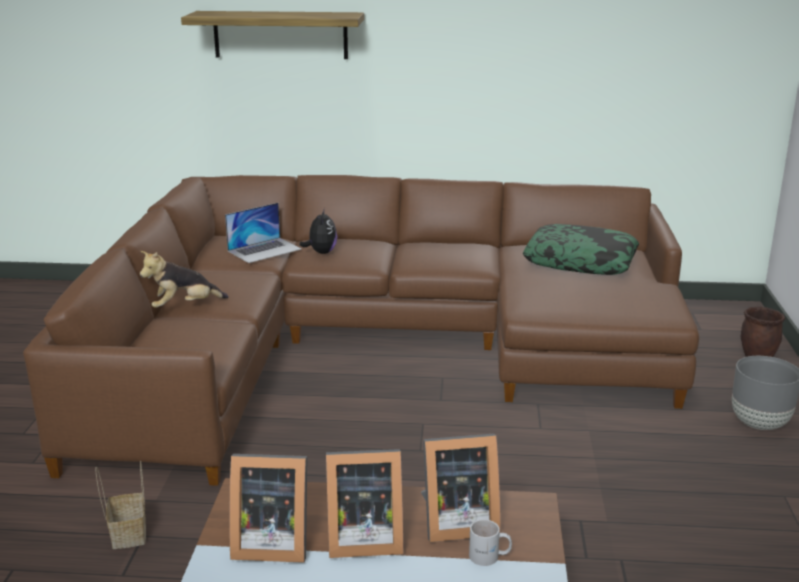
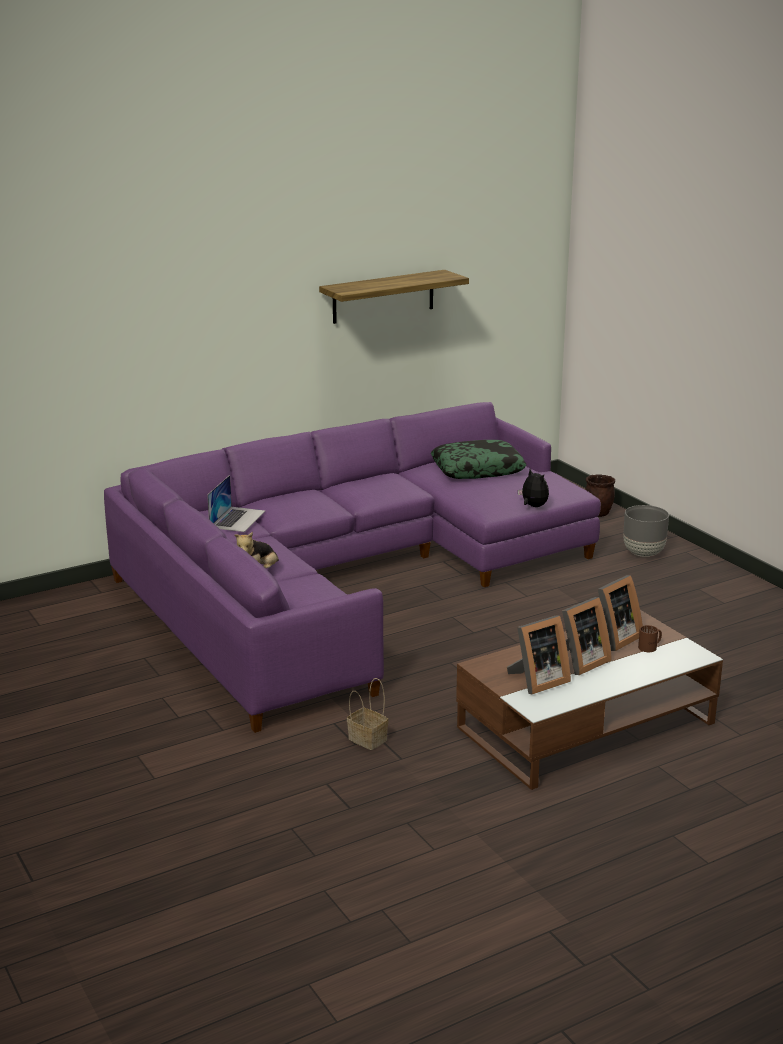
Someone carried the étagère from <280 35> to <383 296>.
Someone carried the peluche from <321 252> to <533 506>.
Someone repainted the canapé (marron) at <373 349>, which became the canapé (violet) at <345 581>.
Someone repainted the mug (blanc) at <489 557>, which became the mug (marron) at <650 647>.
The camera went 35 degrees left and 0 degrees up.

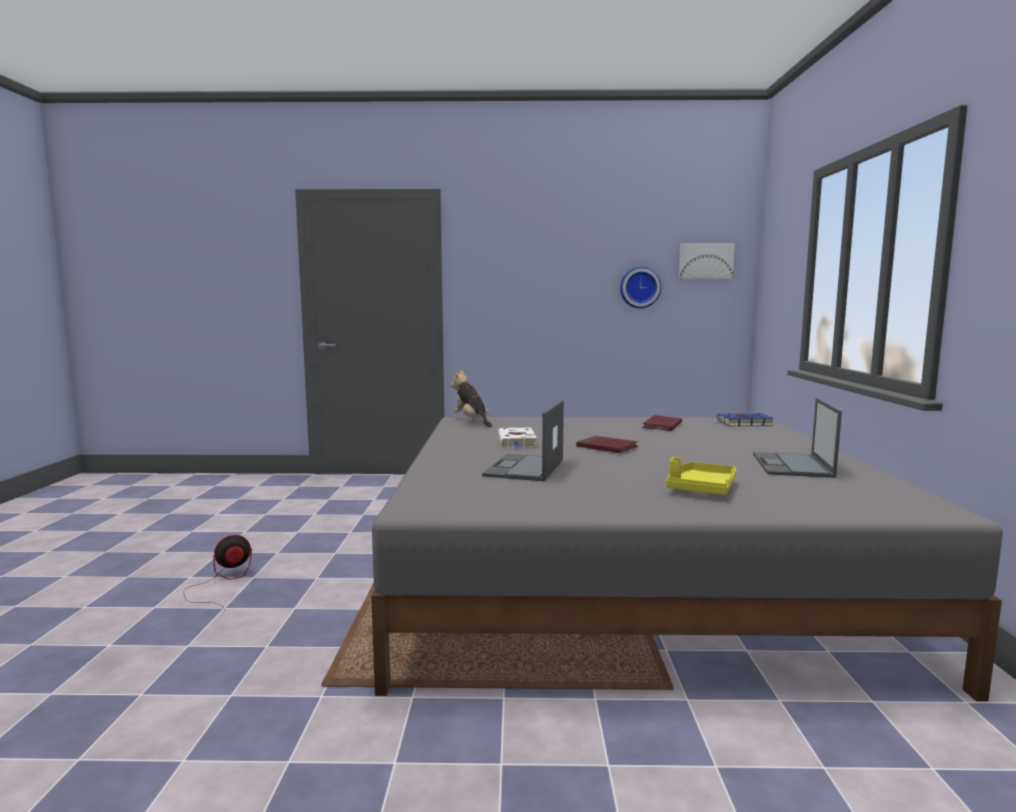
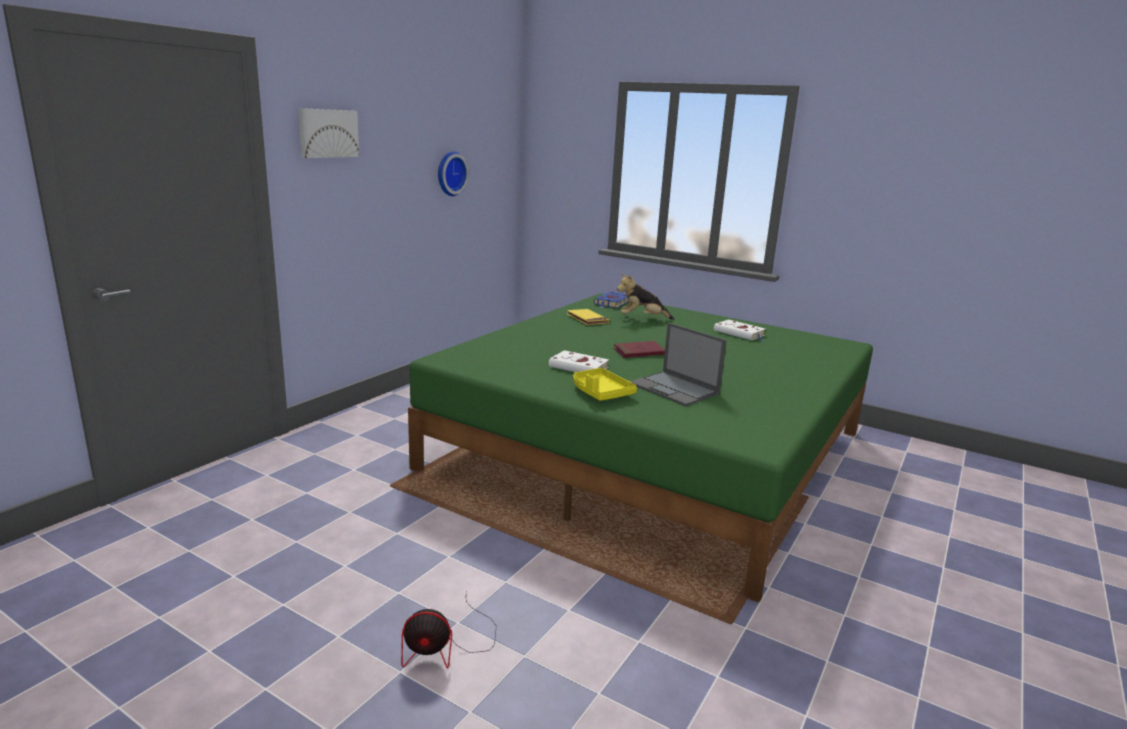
Someone carried the peluche from <471 421> to <642 318>.
Someone carried the plateau (jaune) from <701 488> to <600 393>.
Someone carried the tableau from <705 261> to <327 133>.
Someone swapped the ordinateur portable at <792 465> for the livre (blanc) at <740 333>.
Someone repainted the lit (gris) at <628 576>, which became the lit (vert) at <652 450>.
Someone repainted the livre (rouge) at <662 426>, which became the livre (jaune) at <587 319>.
Someone rotated the ventilateur at <223 581> by 90 degrees counterclockwise.
The camera went 60 degrees left and 10 degrees up.

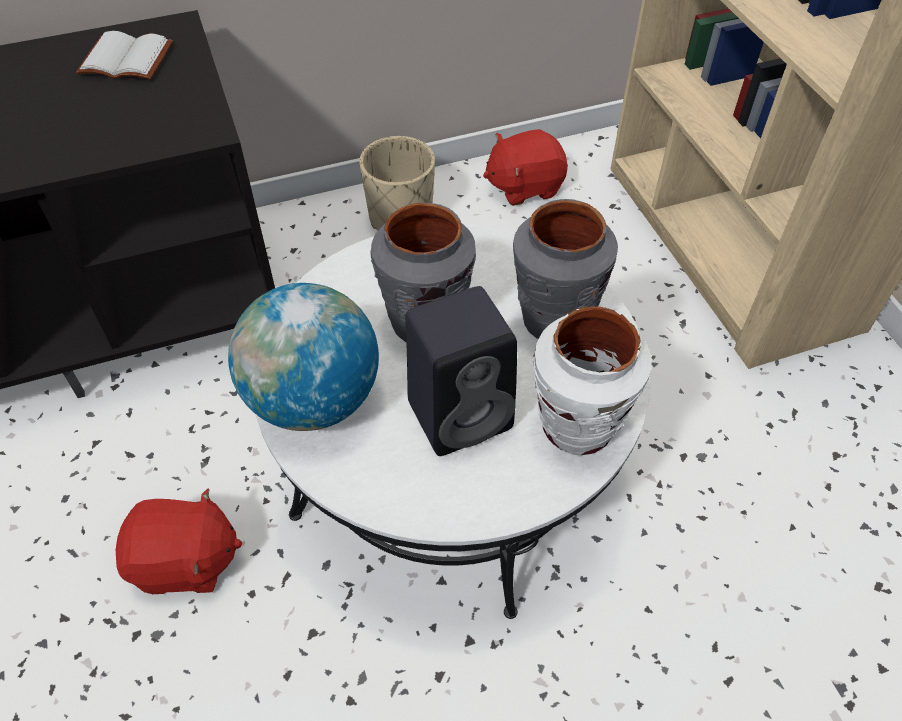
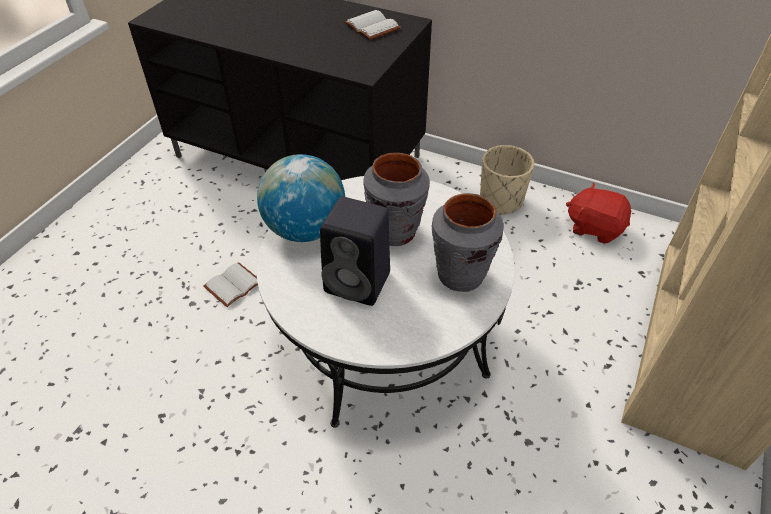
Someone took away the vase (blanc) at <577 427>.
Someone swapped the peluche (rouge) at <186 562> for the livre (blanc) at <233 284>.
The camera went 45 degrees right and 5 degrees down.

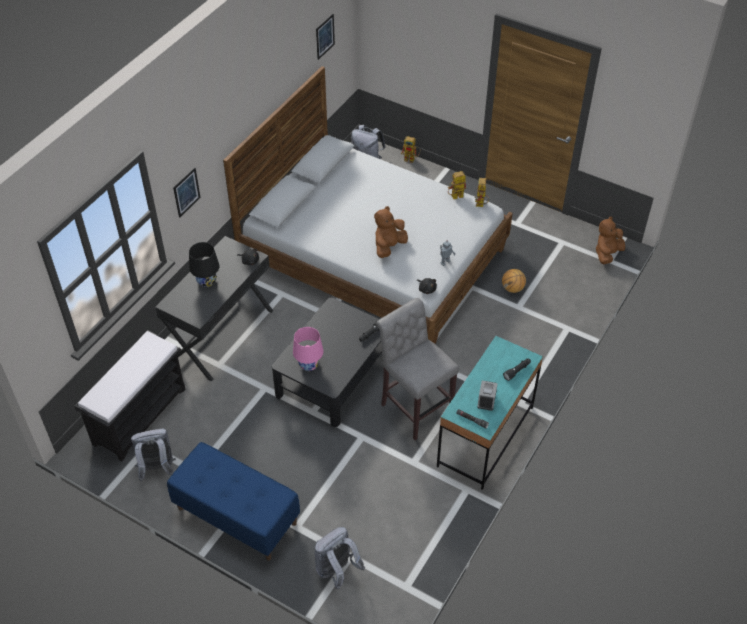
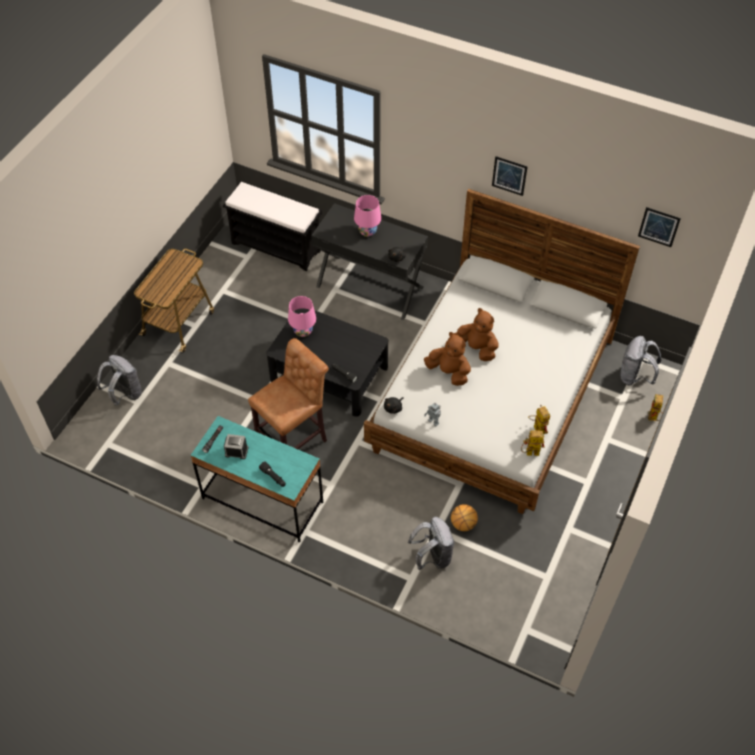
Someone carried the sac à dos (gris) from <157 469> to <432 556>.
Someone carried the tableau from <186 192> to <509 175>.
Someone carried the peluche (marron) from <607 254> to <476 348>.
Someone swapped the banc (bleu) at <236 516> for the chariot at <179 322>.
Someone repainted the lampe de table (noir) at <207 281>, which became the lampe de table (rose) at <367 231>.
Someone repainted the tabouret (gris) at <414 407>, which became the tabouret (marron) at <295 439>.
The camera went 85 degrees right and 5 degrees up.

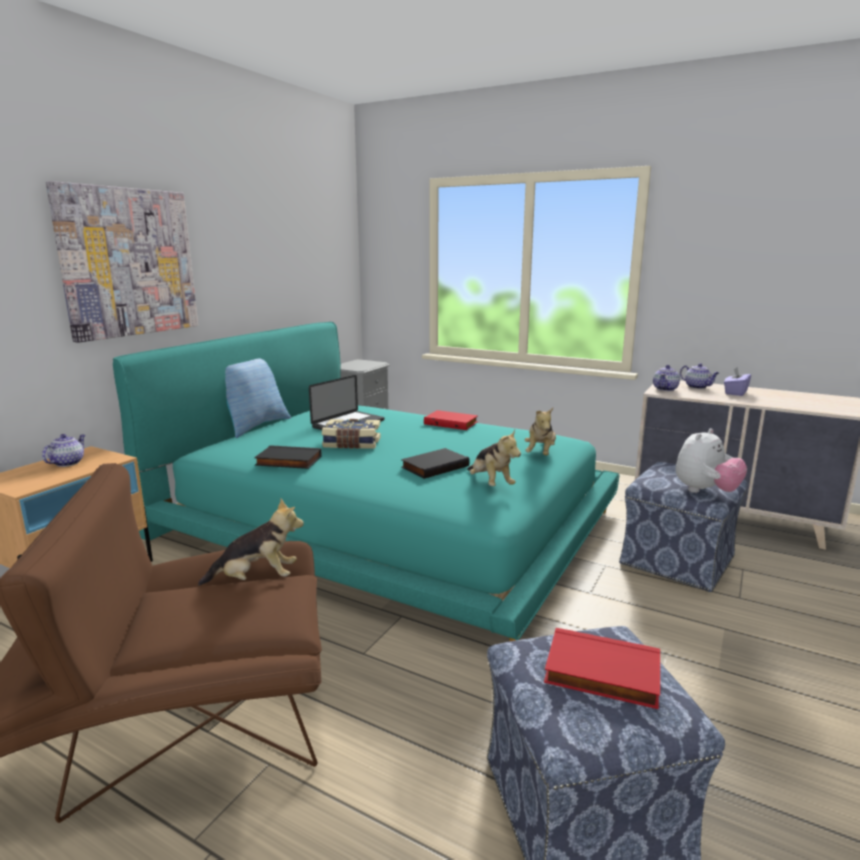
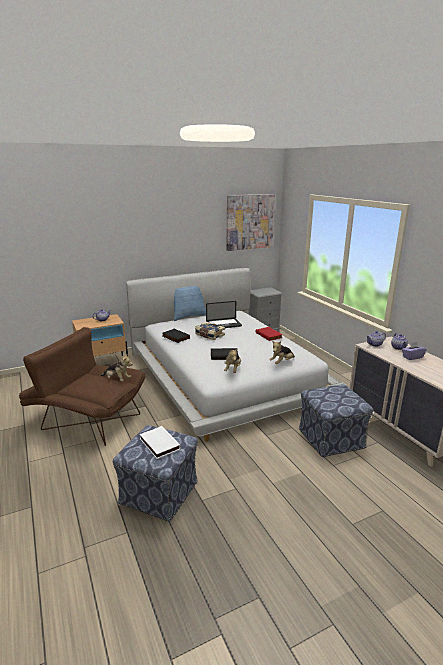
Someone took away the peluche at <705 491>.
Someone carried the tableau from <128 262> to <249 222>.
Someone repainted the lit (turquoise) at <387 520>, which became the lit (blanc) at <225 375>.
Someone repainted the livre (rouge) at <601 674>, which became the livre (blanc) at <158 444>.
The camera went 35 degrees right and 5 degrees up.

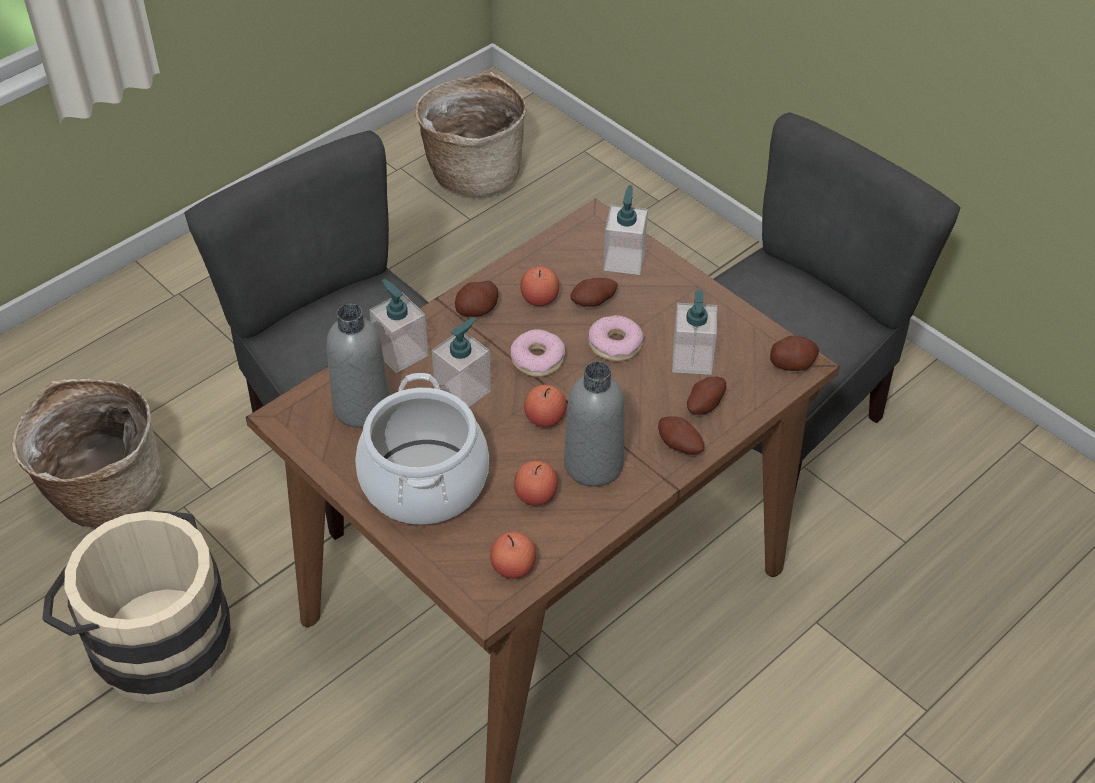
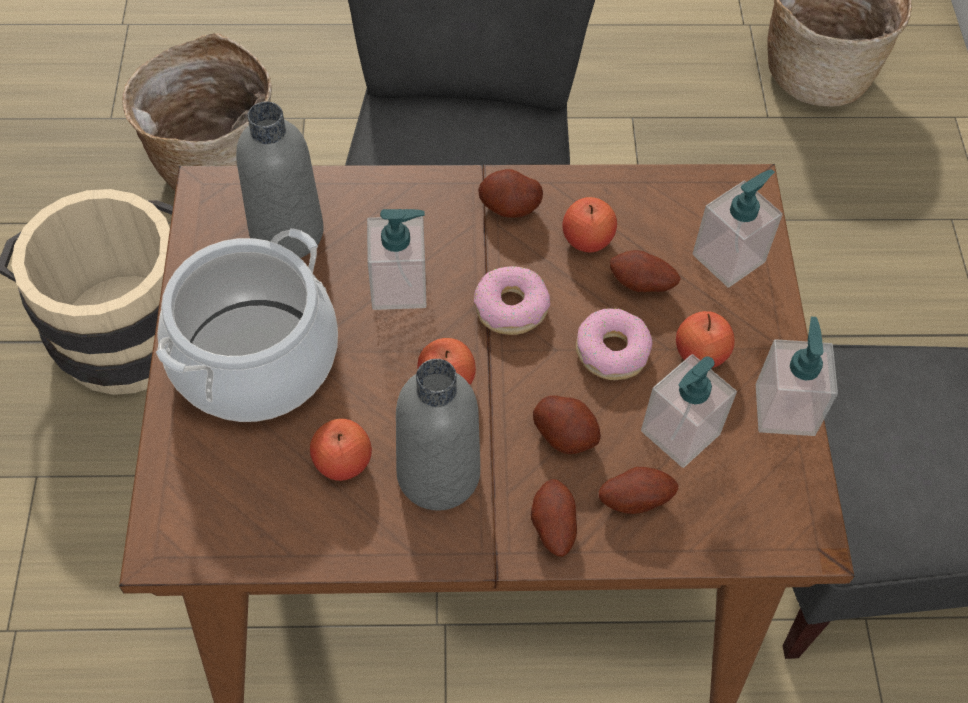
Someone carried the distributeur de savon from <401 353> to <784 409>.
Someone carried the pomme from <513 567> to <700 354>.
Someone carried the pomme de terre from <792 364> to <565 434>.
The camera went 40 degrees right and 10 degrees up.

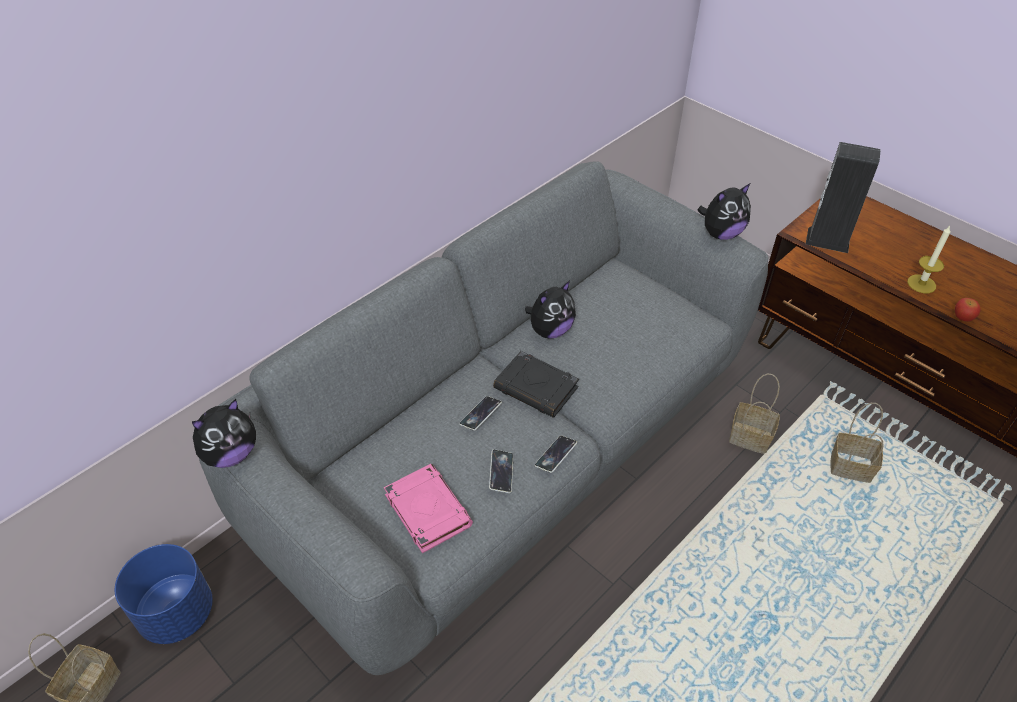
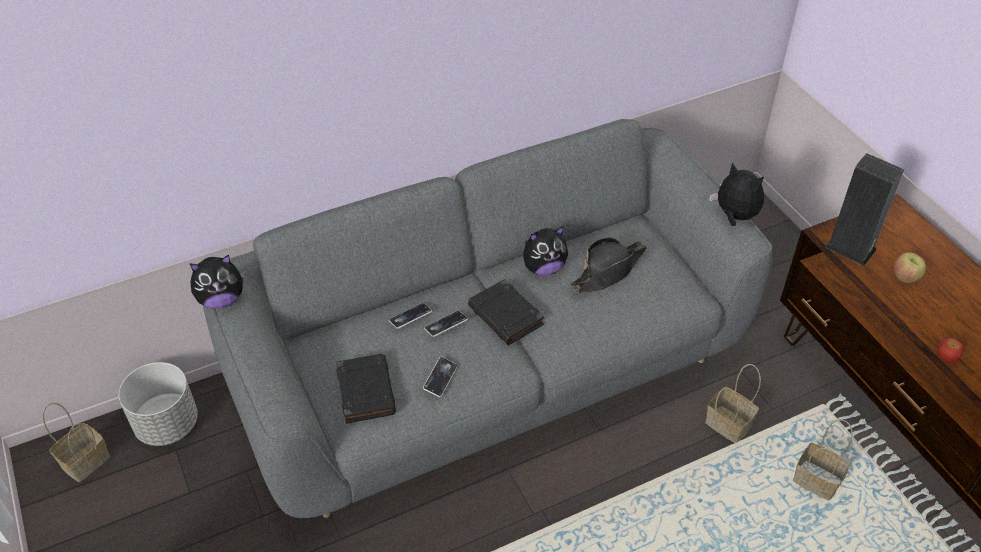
Someone took away the bougie at <921 284>.
Someone put down the chapeau (noir) at <608 271>.
Someone put down the pomme at <905 277>.
Someone carried the téléphone from <555 455> to <410 317>.
Someone repainted the cache-pot (bleu) at <177 612>, which became the cache-pot (gris) at <167 424>.
Someone repainted the livre (rose) at <427 510>, which became the livre (noir) at <365 391>.
Someone rotated the peluche at <721 234> by 135 degrees counterclockwise.
The camera went 20 degrees right and 0 degrees up.

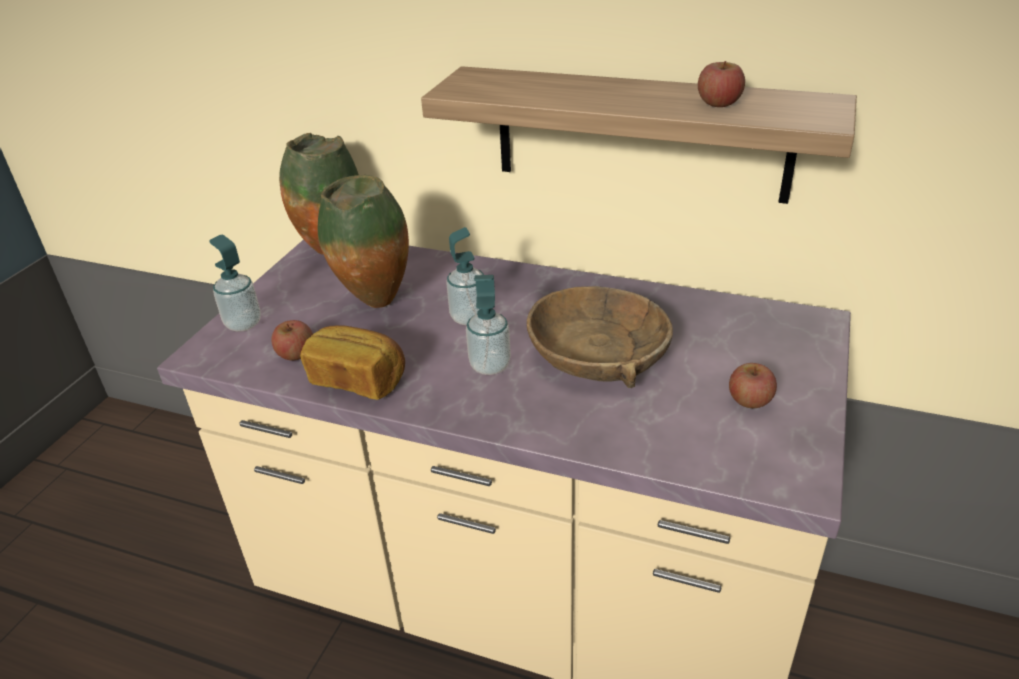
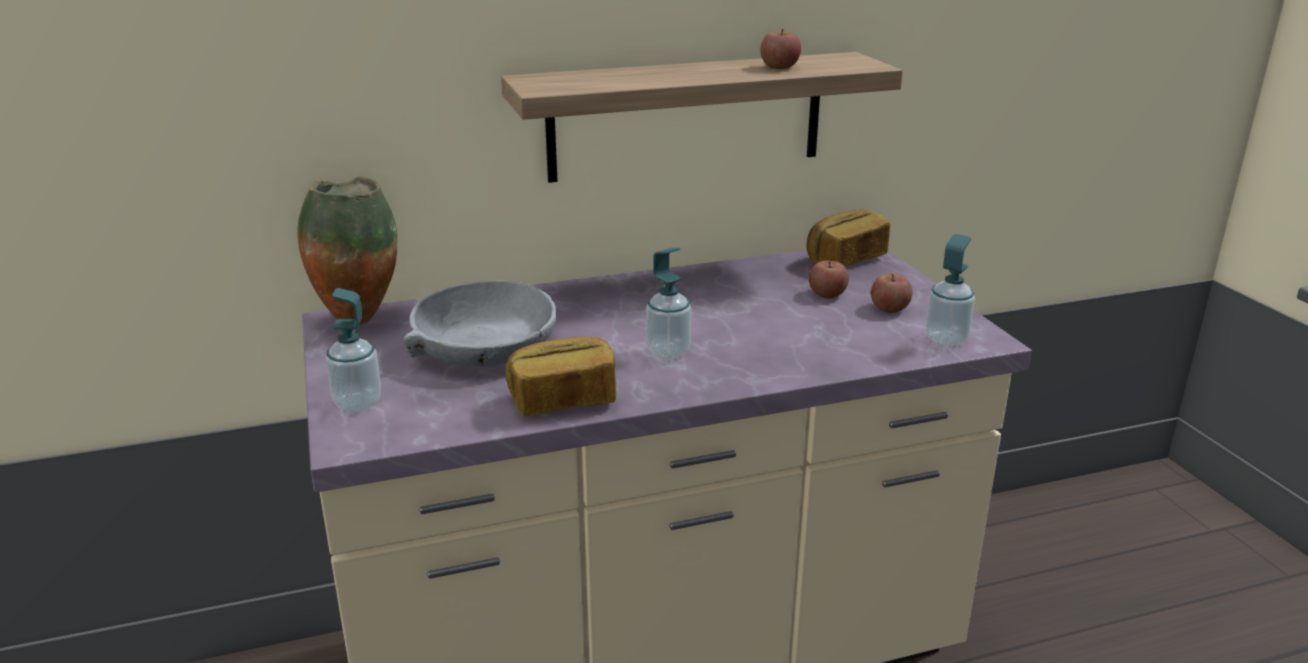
Someone took away the bol (marron) at <599 353>.
Someone put down the pain at <844 259>.
Someone carried the pomme from <296 354> to <827 294>.
Someone carried the distributeur de savon from <469 318> to <946 339>.
Someone swapped the vase at <375 305> for the bol (gris) at <485 346>.
The camera went 40 degrees left and 10 degrees down.

